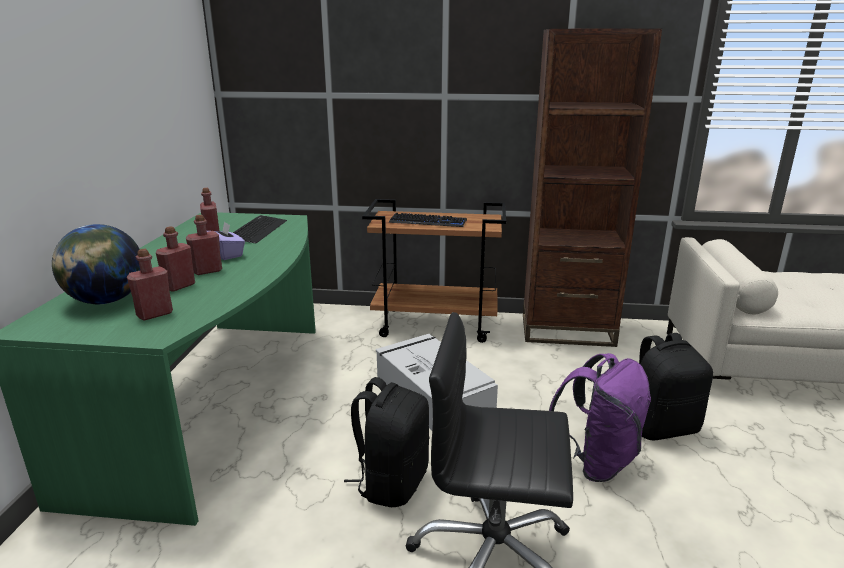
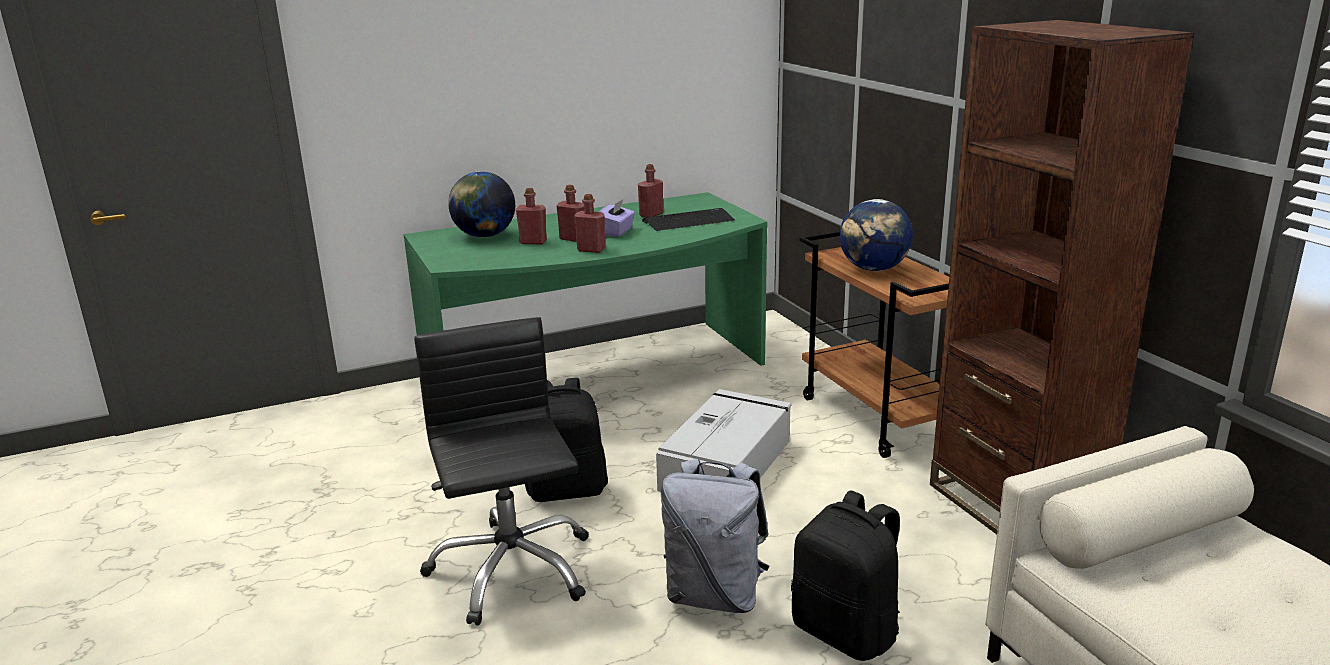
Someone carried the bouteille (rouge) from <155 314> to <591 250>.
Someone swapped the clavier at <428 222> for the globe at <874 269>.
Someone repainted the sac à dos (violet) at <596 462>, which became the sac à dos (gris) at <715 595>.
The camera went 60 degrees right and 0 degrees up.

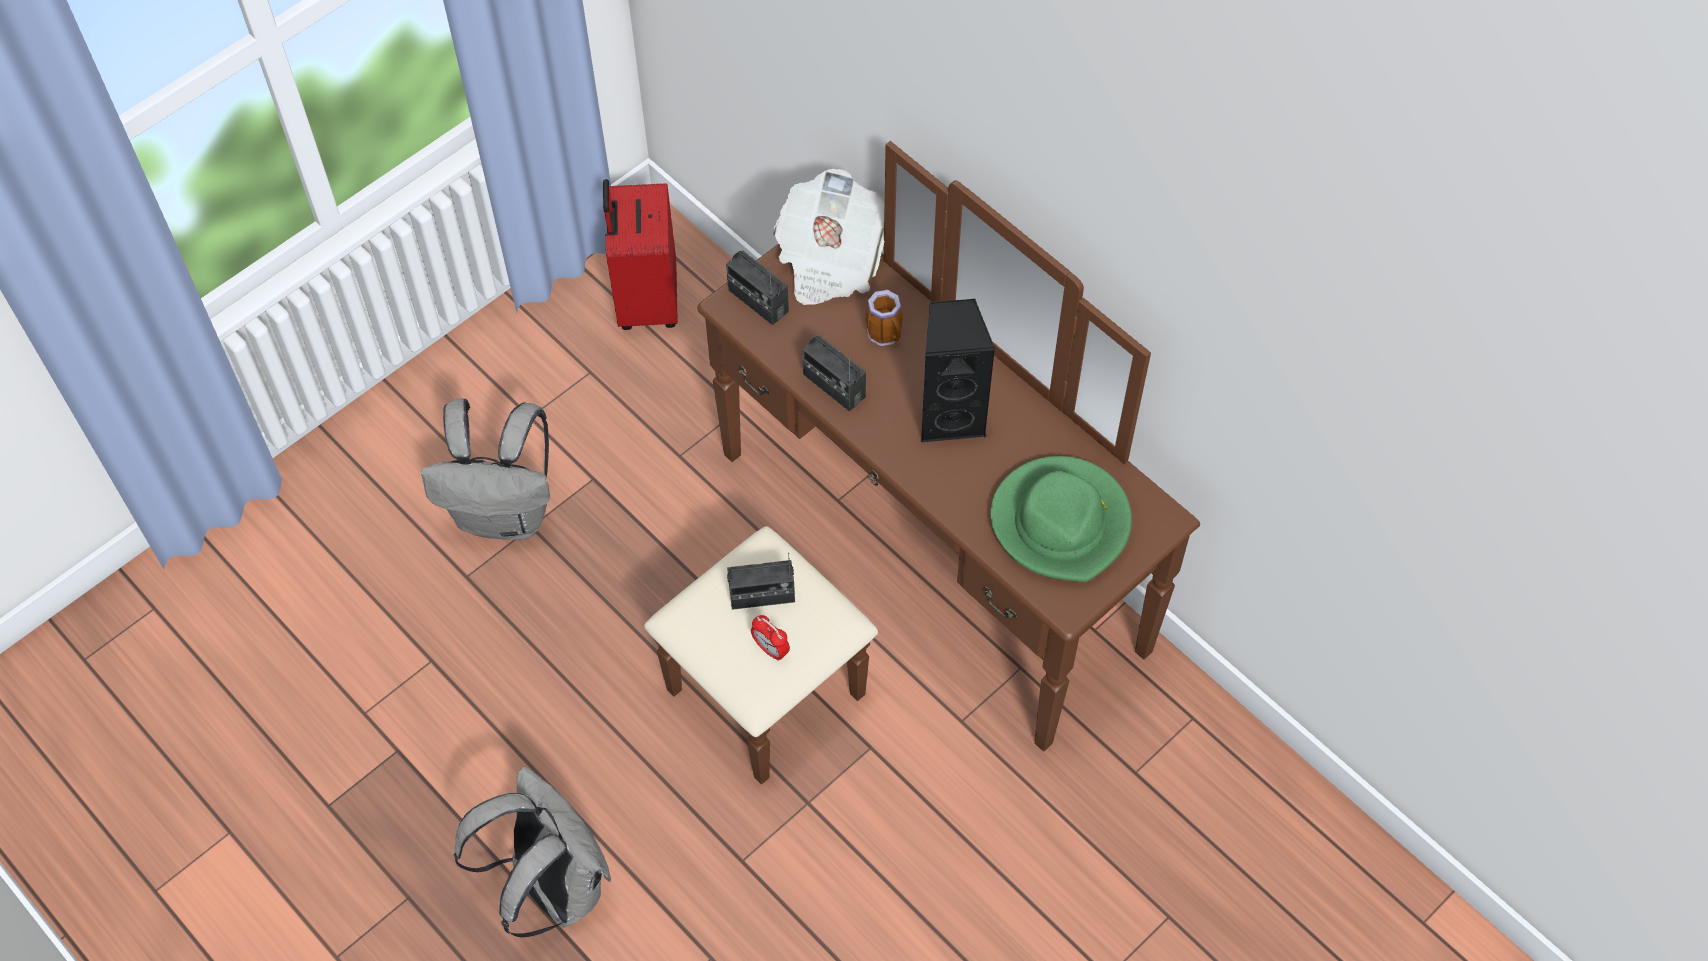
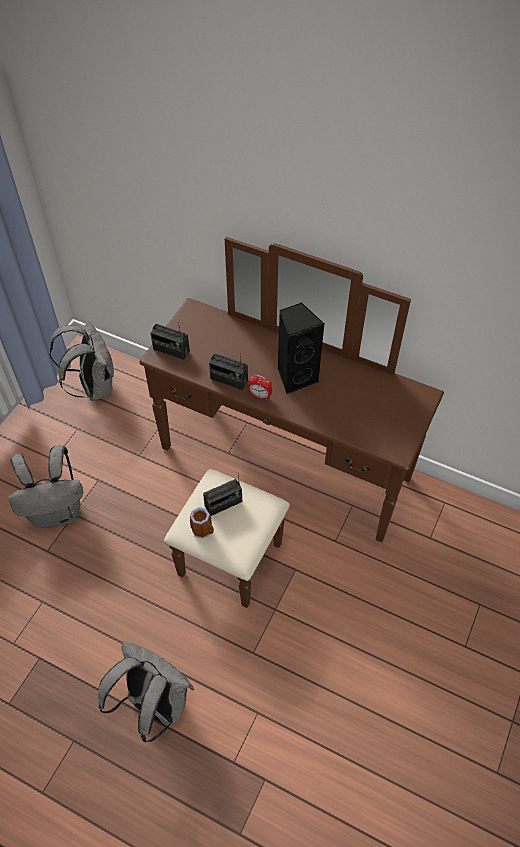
Someone took away the journal at <829 259>.
Someone took away the chapeau (vert) at <1061 522>.
Someone carried the réveil from <771 649> to <260 396>.
Someone carried the mug from <887 335> to <204 530>.
Someone swapped the valise (rouge) at <645 300> for the sac à dos (gris) at <94 387>.
The camera went 20 degrees left and 5 degrees down.

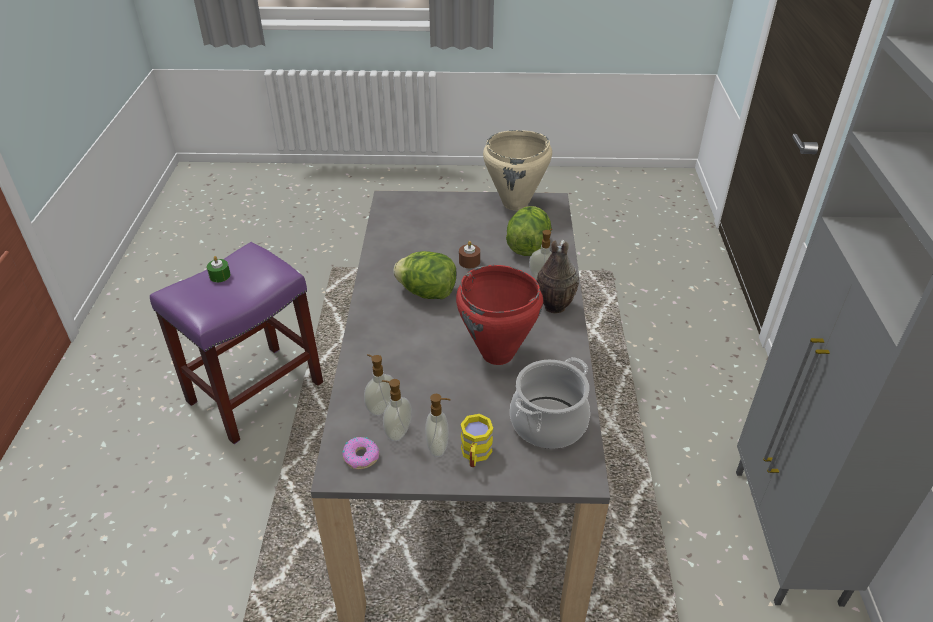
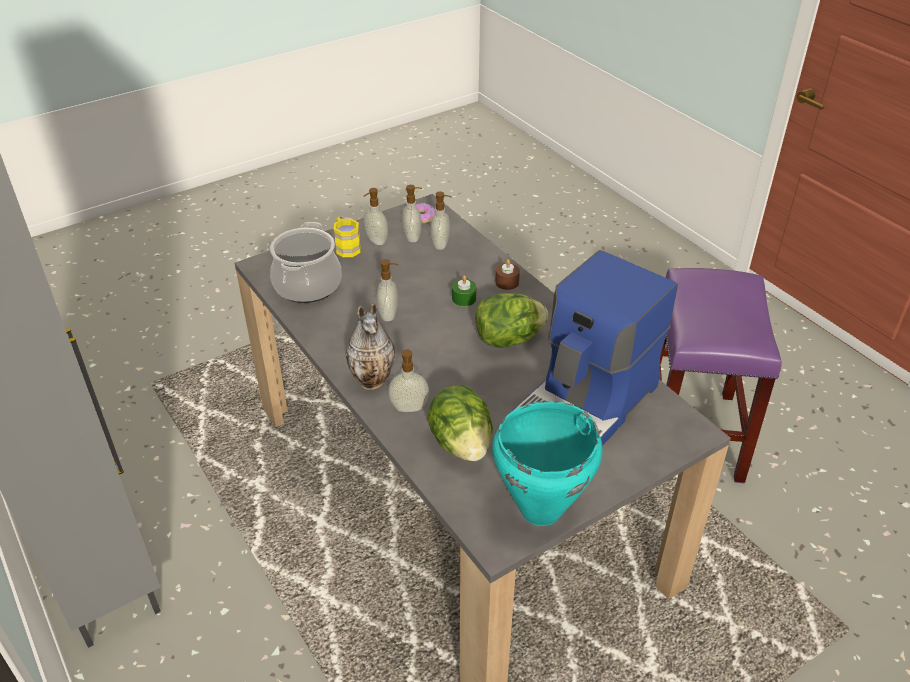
Someone put down the machine à café at <585 407>.
Someone carried the bougie (vert) from <220 276> to <464 299>.
Someone carried the bougie (marron) from <469 261> to <507 282>.
Someone swapped the marmite (rouge) at <497 354> for the distributeur de savon at <389 315>.
Someone repainted the marmite (beige) at <515 204>, which became the marmite (turquoise) at <539 509>.
The camera went 145 degrees right and 0 degrees up.

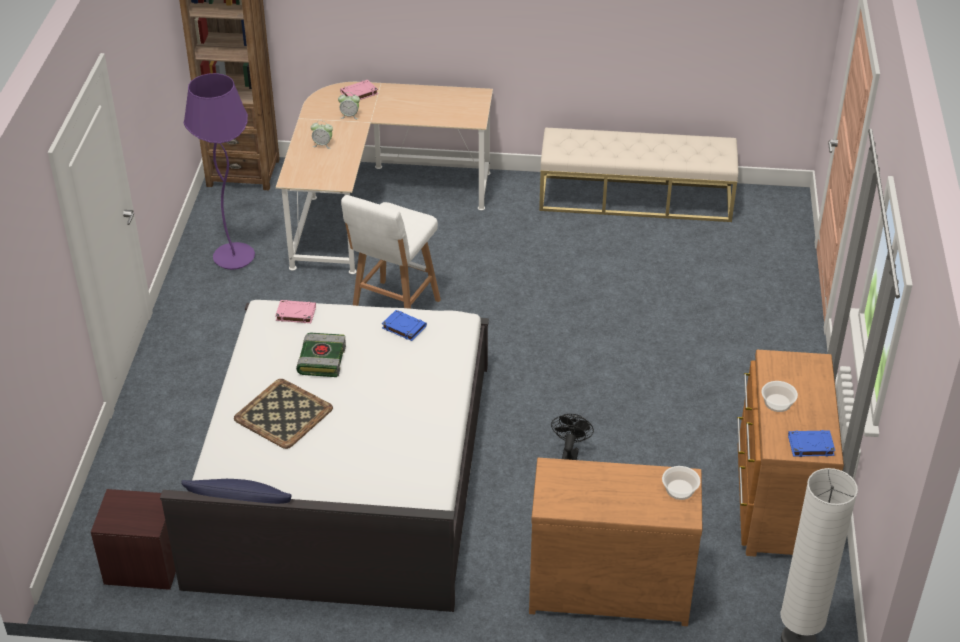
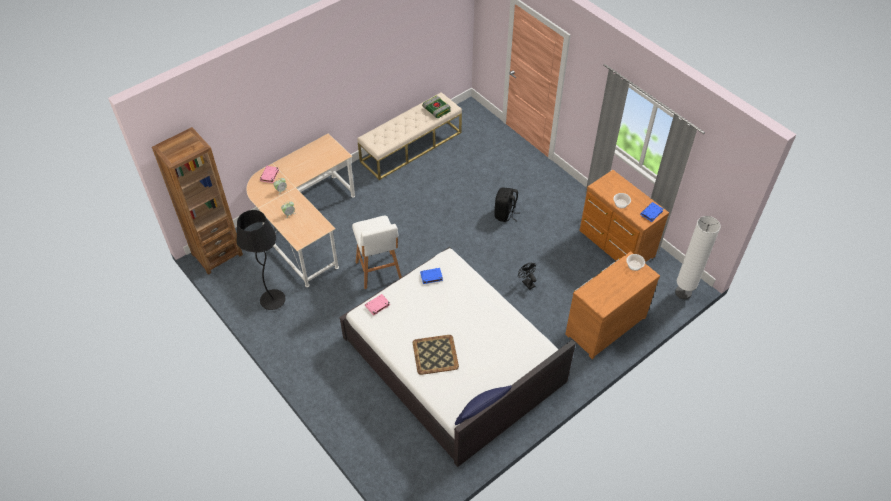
Someone took away the table de chevet (marron) at <144 565>.
Someone put down the sac à dos (noir) at <505 214>.
Someone carried the livre from <321 359> to <436 109>.
Someone repainted the lampadaire (violet) at <234 258>, which became the lampadaire (noir) at <273 300>.
The camera went 45 degrees left and 10 degrees up.

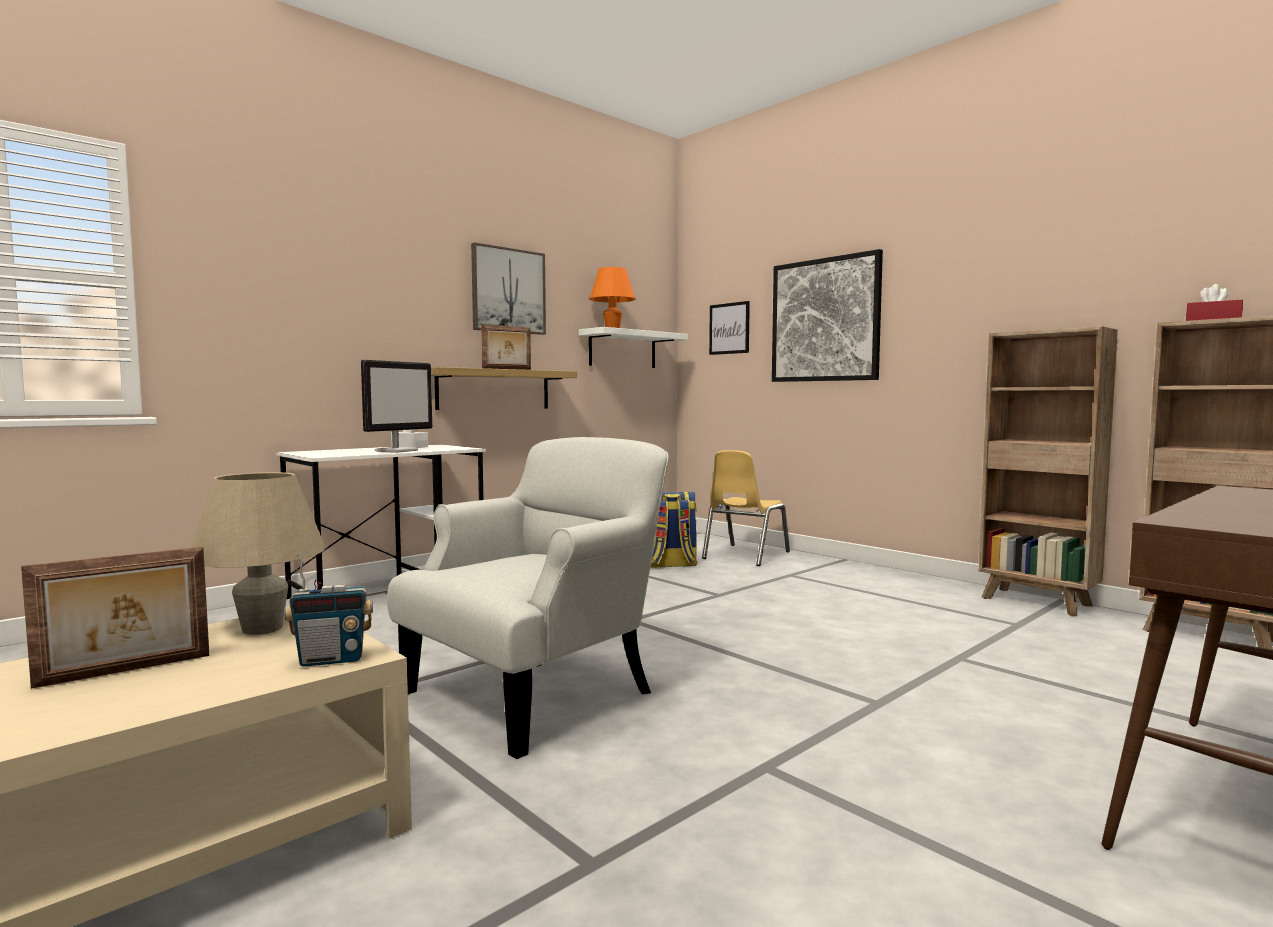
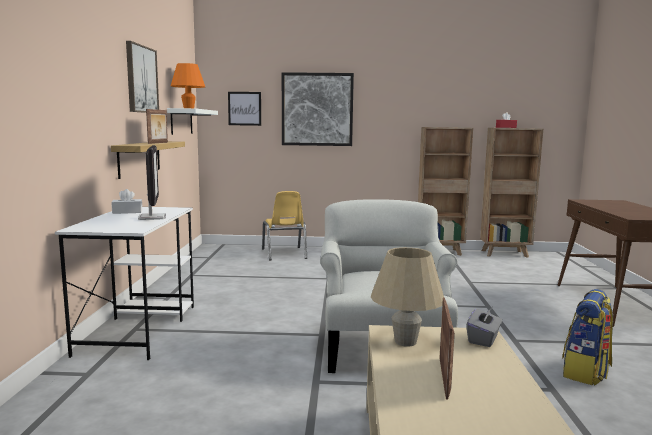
Someone carried the sac à dos from <669 565> to <586 372>.
Someone swapped the radio at <331 660> for the boîte à mouchoirs (gris) at <483 339>.
The camera went 45 degrees left and 5 degrees up.

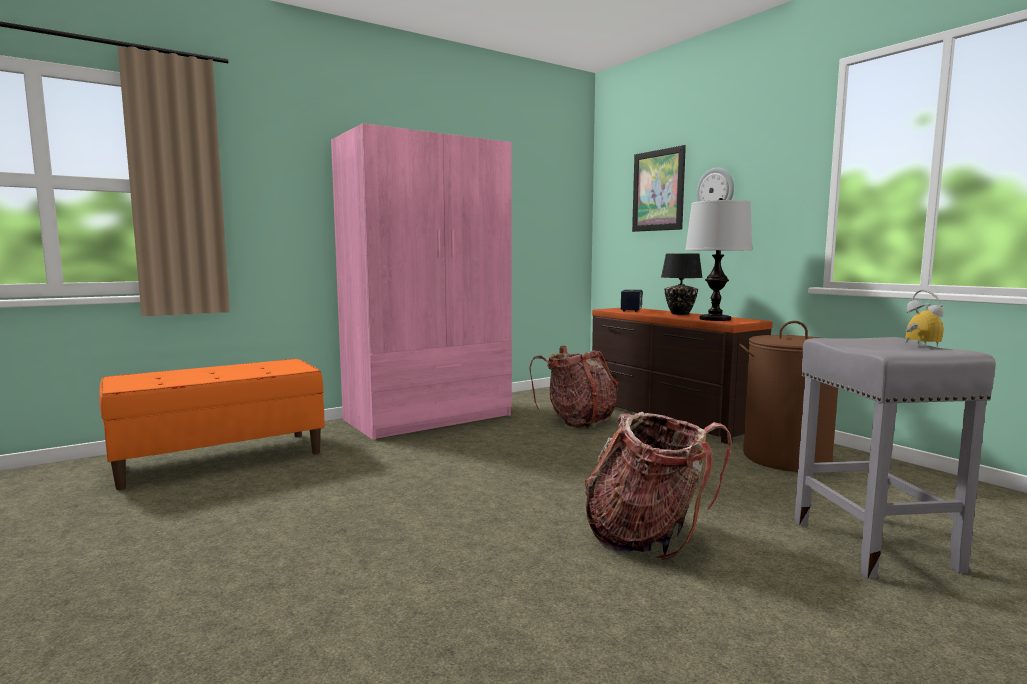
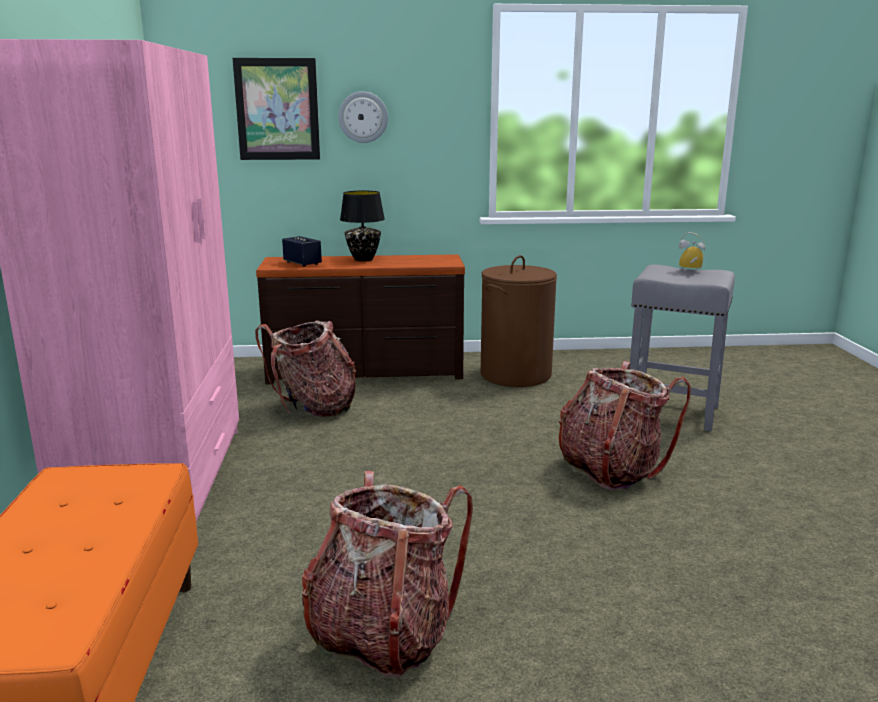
Someone took away the lampe de table at <714 319>.
Someone put down the sac à dos at <382 634>.
The camera went 60 degrees left and 10 degrees up.

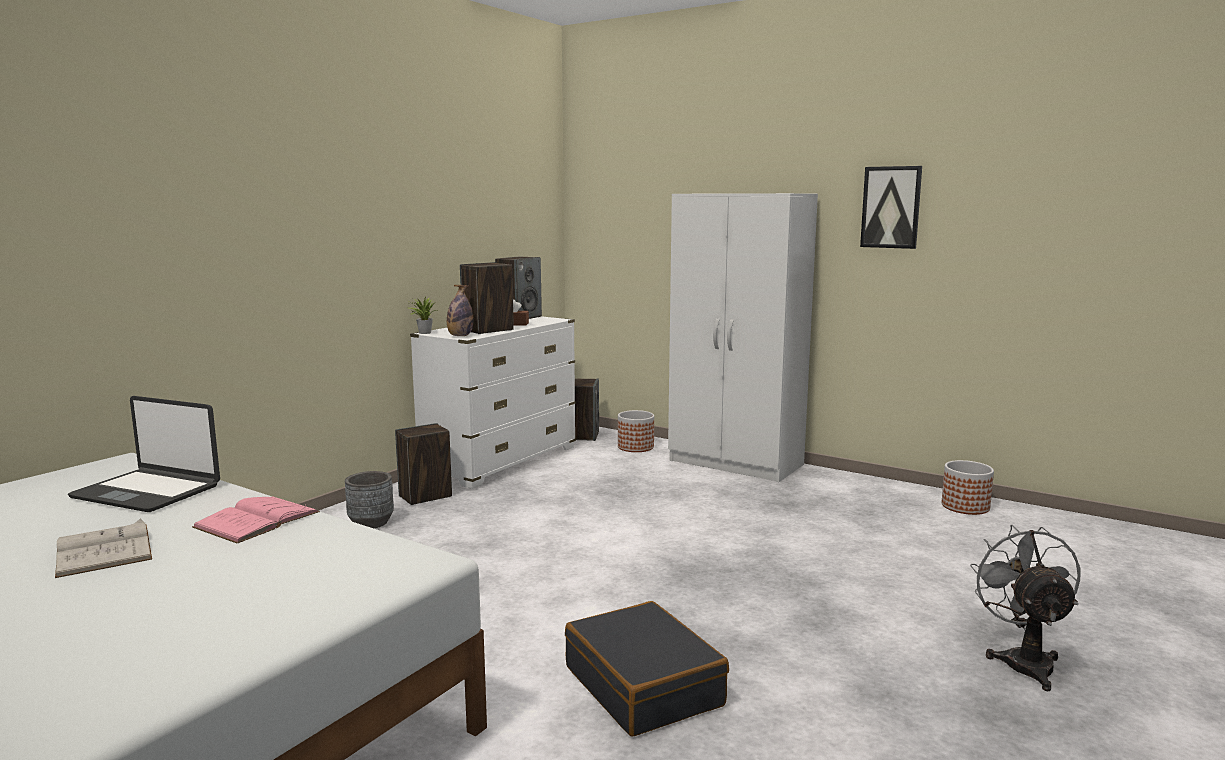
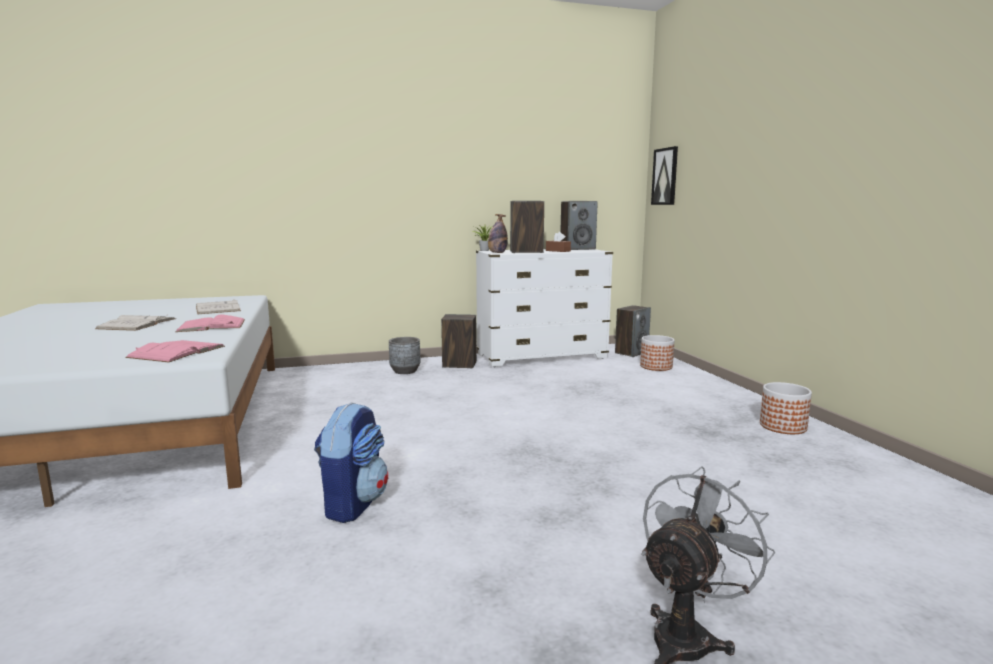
Someone took away the armoire (blanc) at <736 463>.
Someone put down the livre (rose) at <177 352>.
Someone carried the tableau from <891 207> to <665 176>.
Someone carried the cache-pot from <965 506> to <783 426>.
Someone swapped the ordinateur portable at <148 492> for the livre (blanc) at <218 308>.
Someone swapped the valise (noir) at <644 686> for the sac à dos at <353 504>.
The camera went 40 degrees right and 0 degrees up.

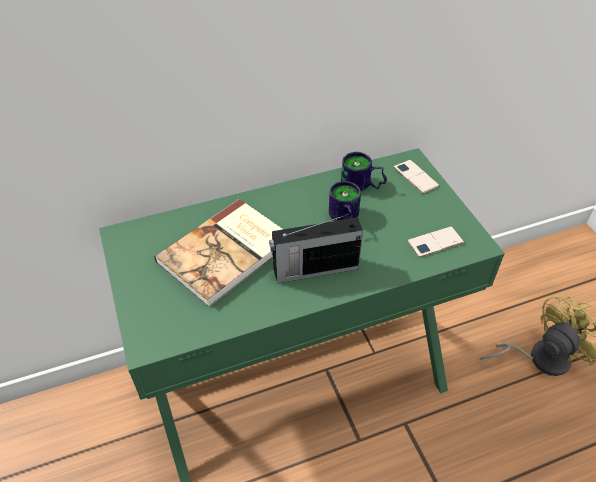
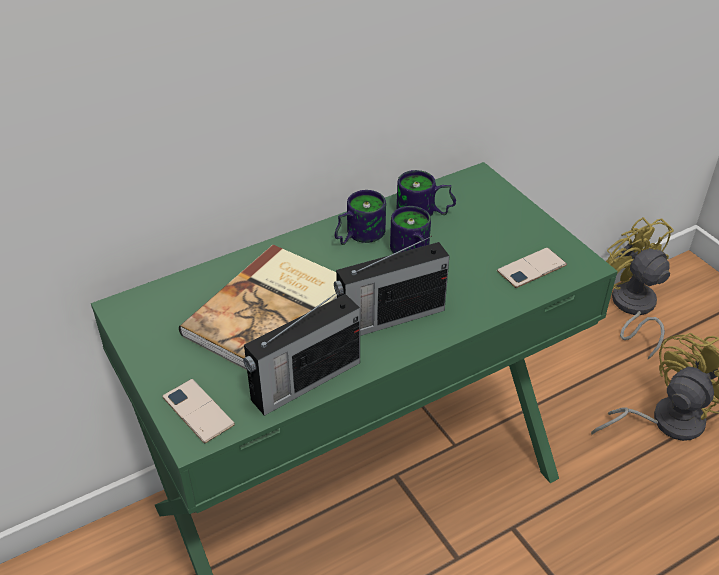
Someone put down the radio at <304 382>.
Someone put down the mug at <357 235>.
Someone put down the ventilateur (jaune) at <631 308>.
Someone carried the téléphone from <415 177> to <198 411>.
The camera went 10 degrees left and 5 degrees down.

